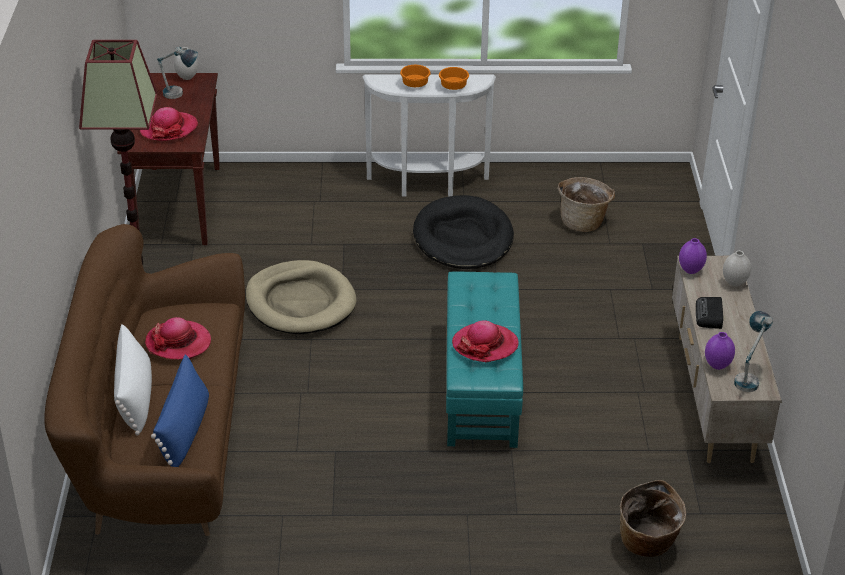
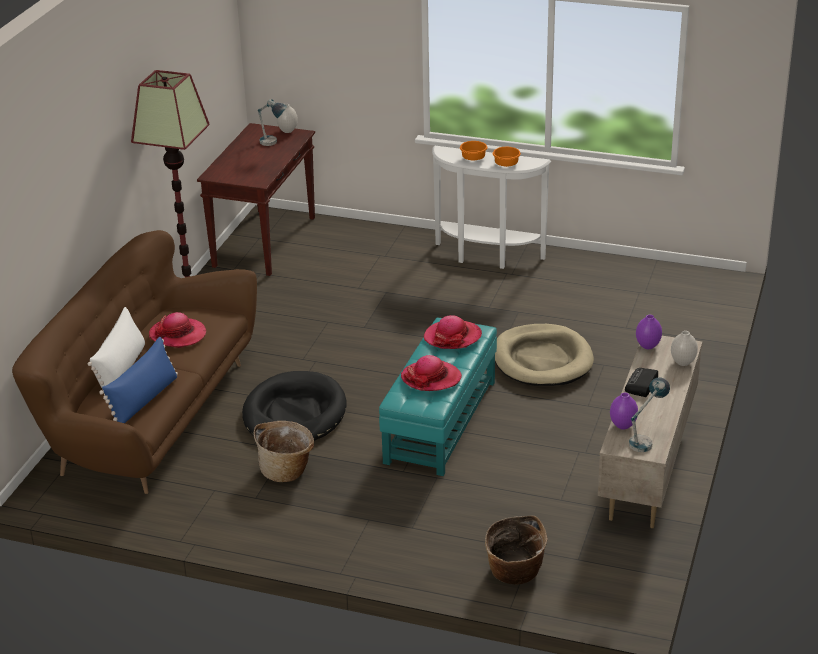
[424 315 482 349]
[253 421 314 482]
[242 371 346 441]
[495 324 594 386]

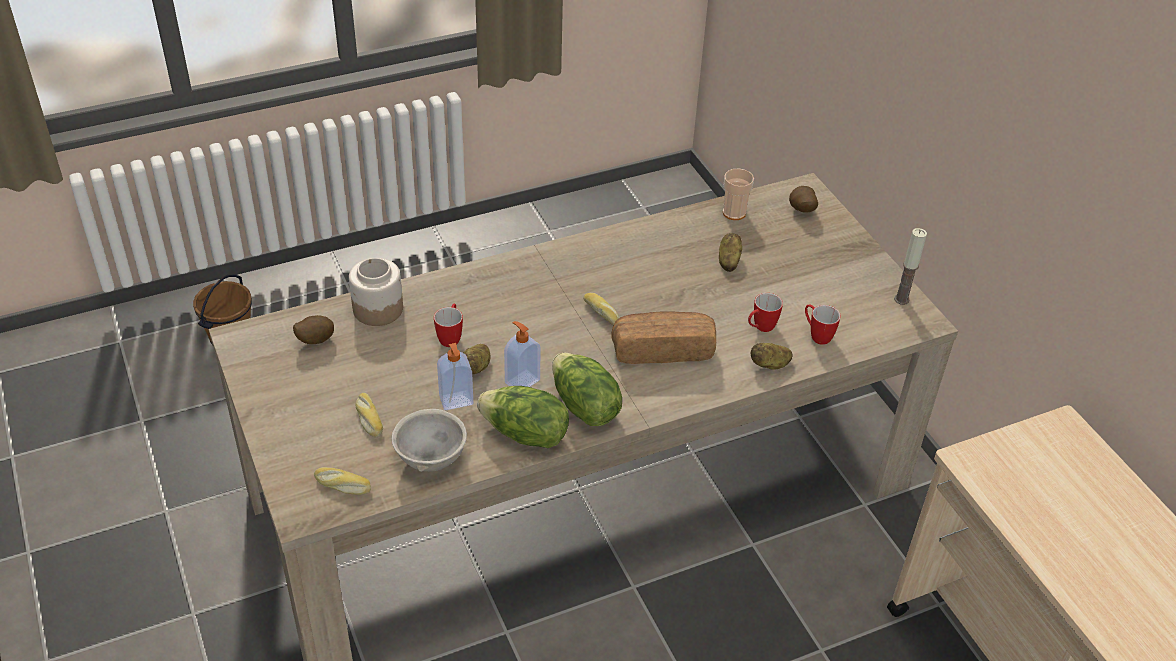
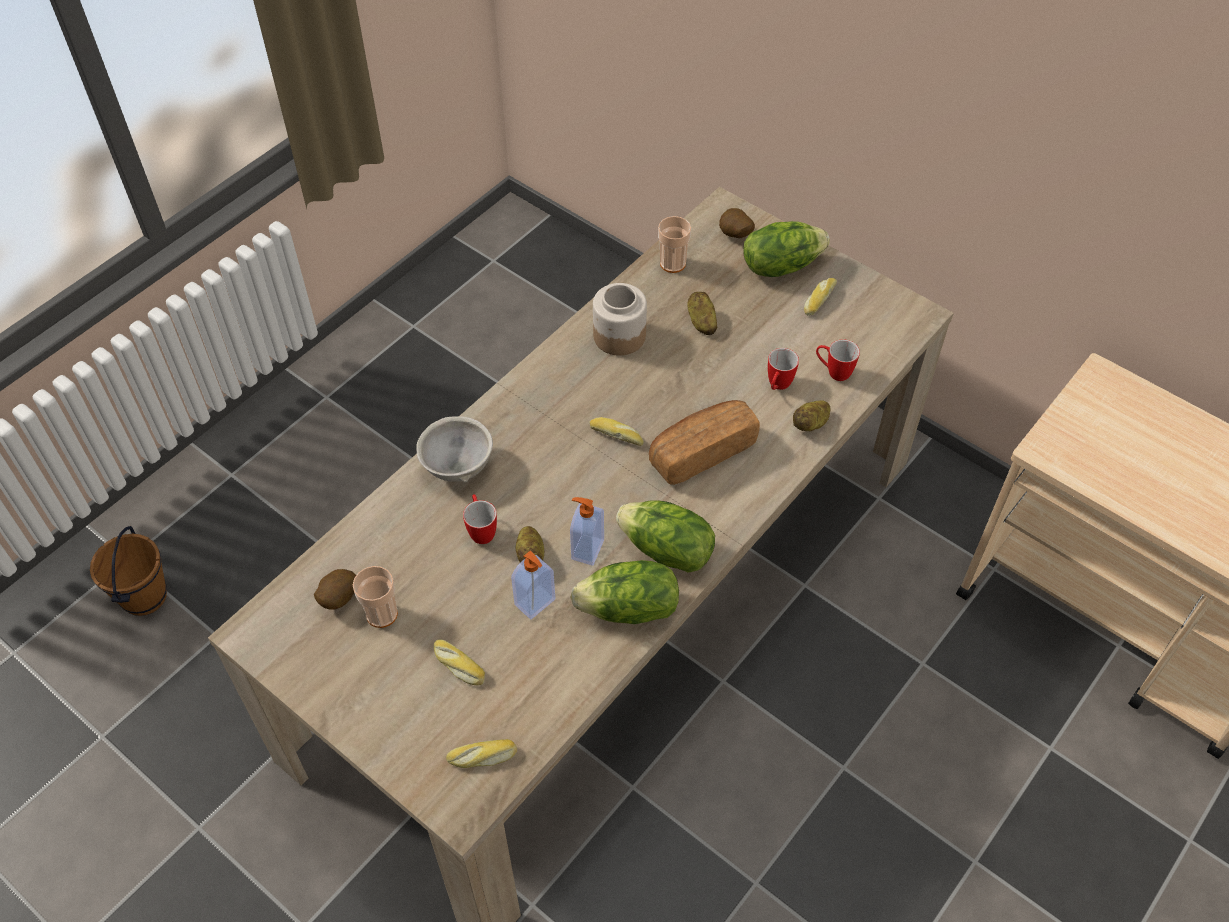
[894 228 927 305] (first image)
[593 283 647 356]
[416 416 493 482]
[743 221 830 277]
[804 278 837 316]
[353 566 398 628]

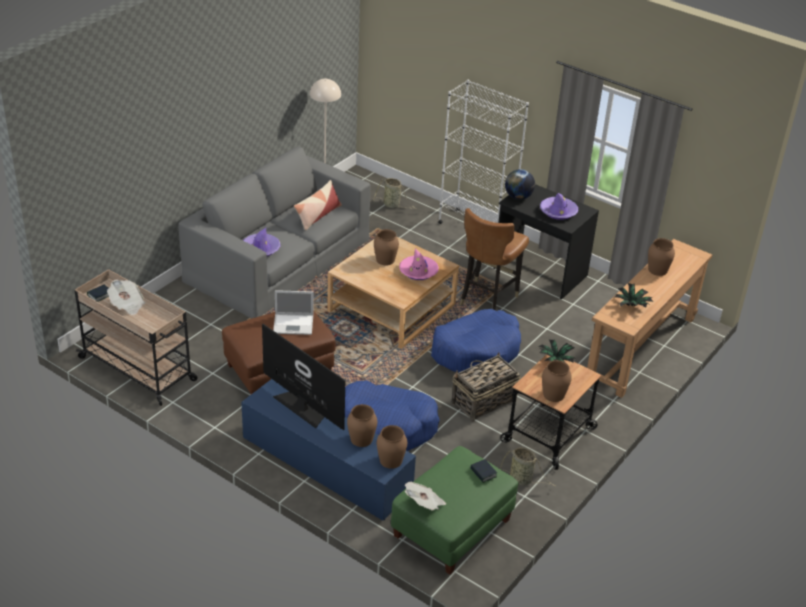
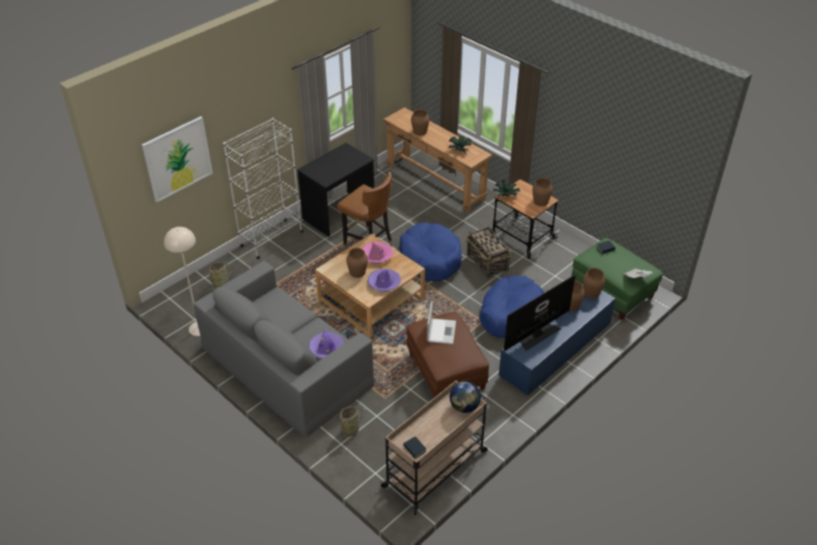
[450 381 481 413]
[294 180 342 230] (first image)
[368 269 401 292]
[107 279 146 315] (first image)
[338 406 366 444]
[142 116 213 202]

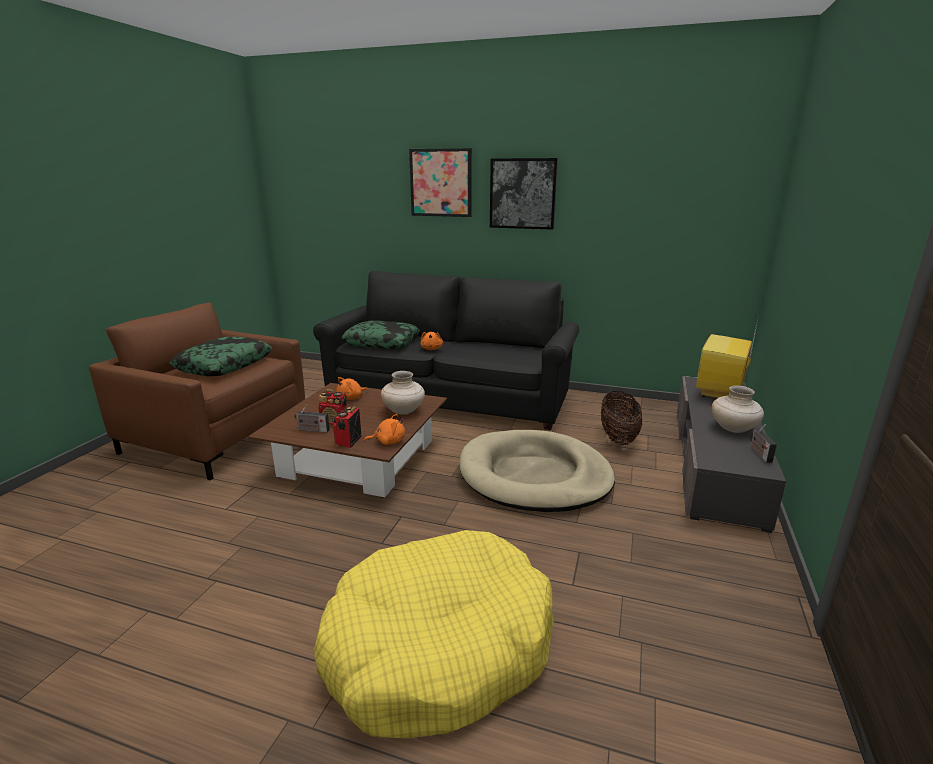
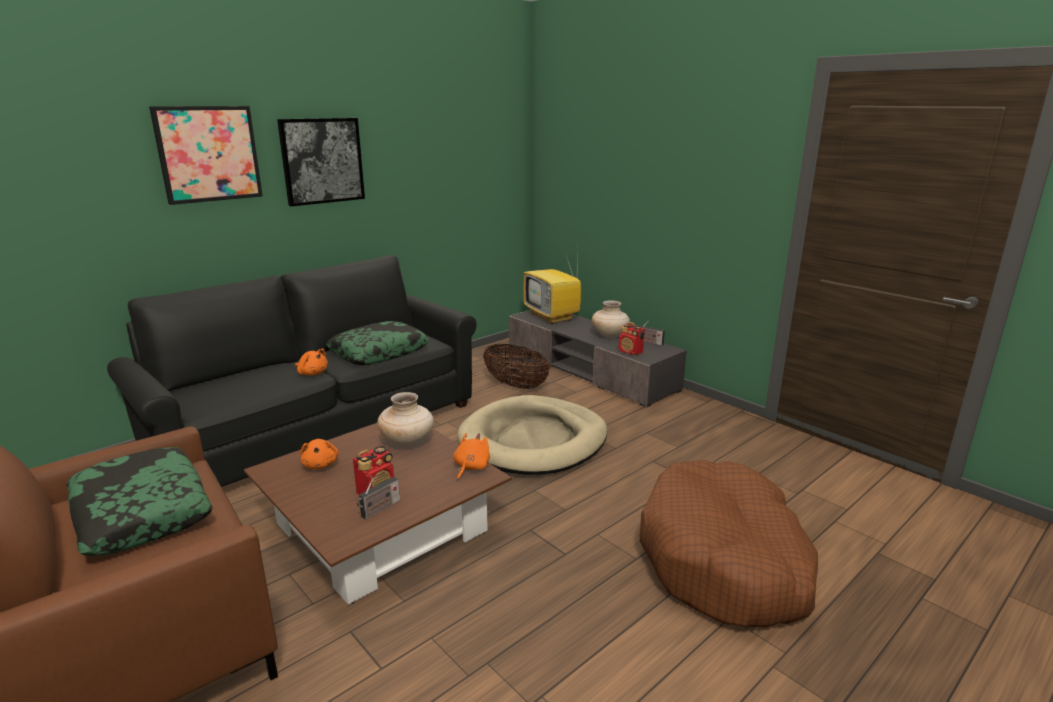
[326 321 429 365]
[619 322 645 355]
[639 460 818 628]

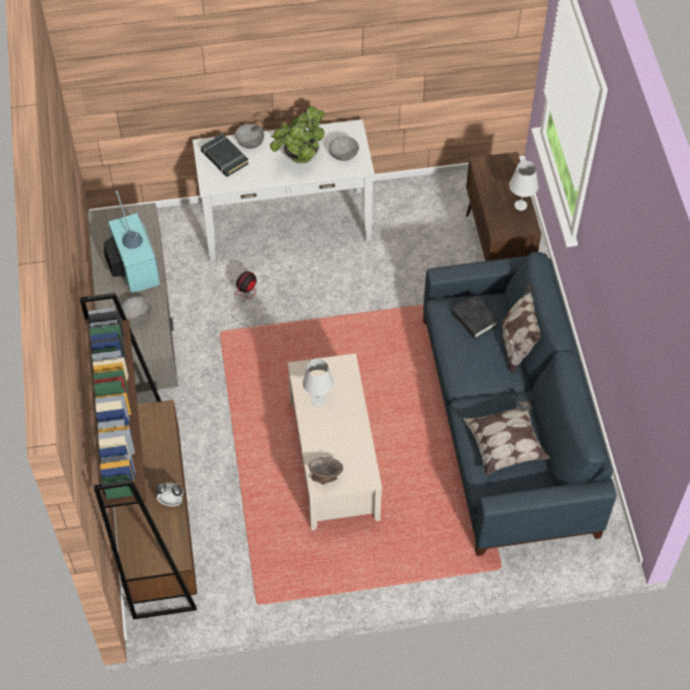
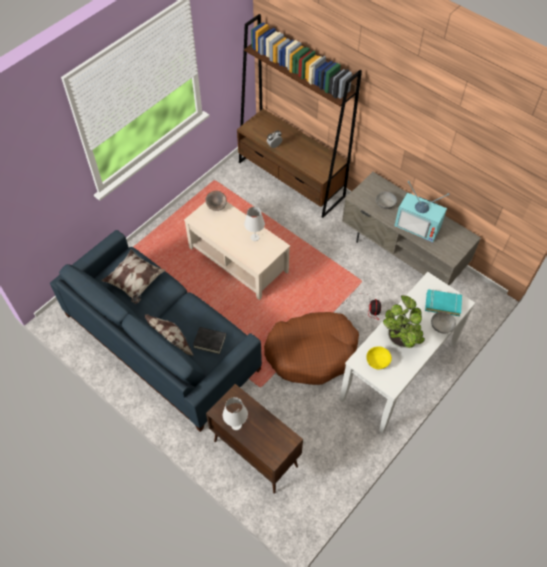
[425 290 462 316]
[366 346 392 370]
[264 312 359 385]

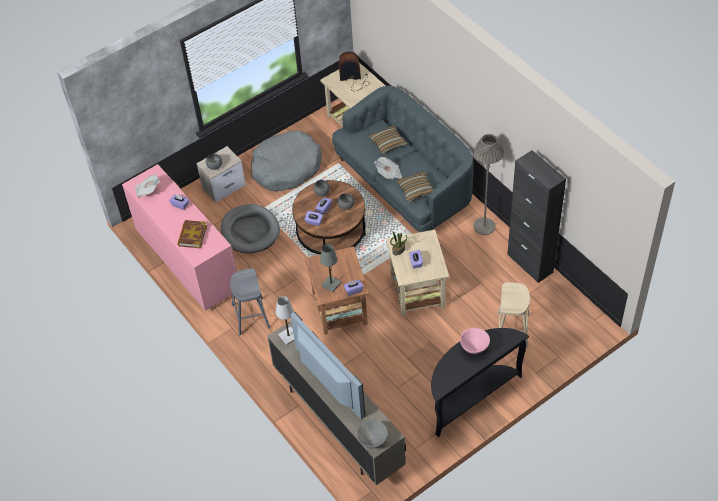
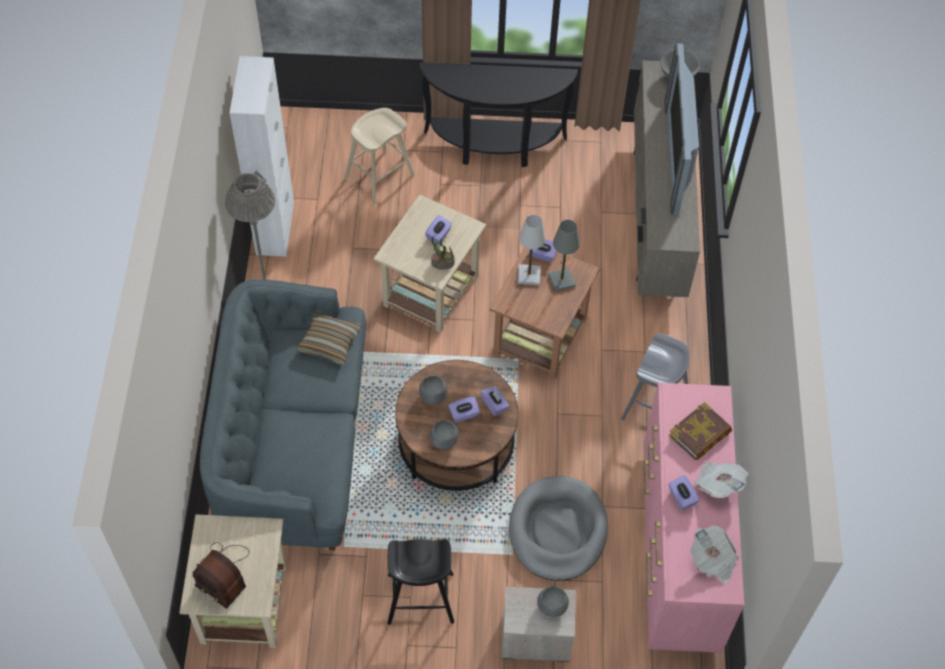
[369 126 408 154] (first image)
[387 539 454 625]
[229 56 294 257]
[694 462 748 498]
[518 215 546 285]
[460 328 490 354] (first image)

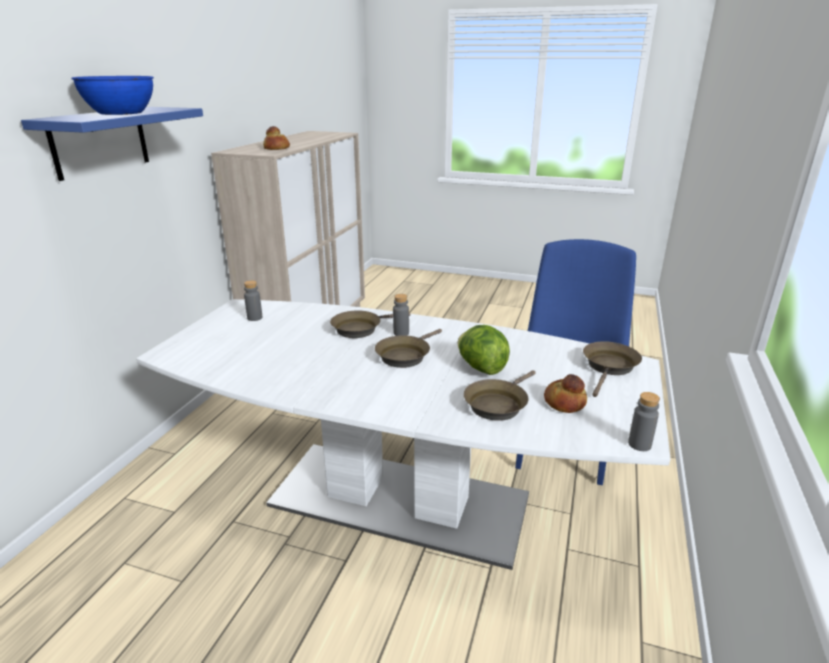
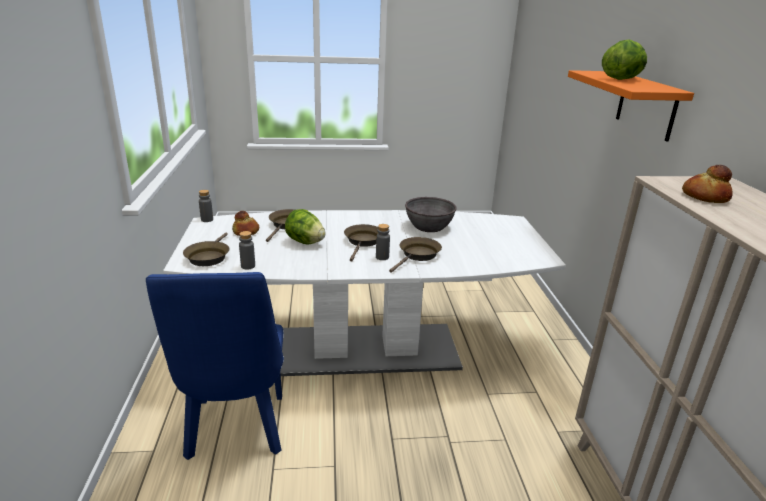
[602 39 647 80]
[568 70 694 142]
[239 231 255 269]
[405 197 457 232]

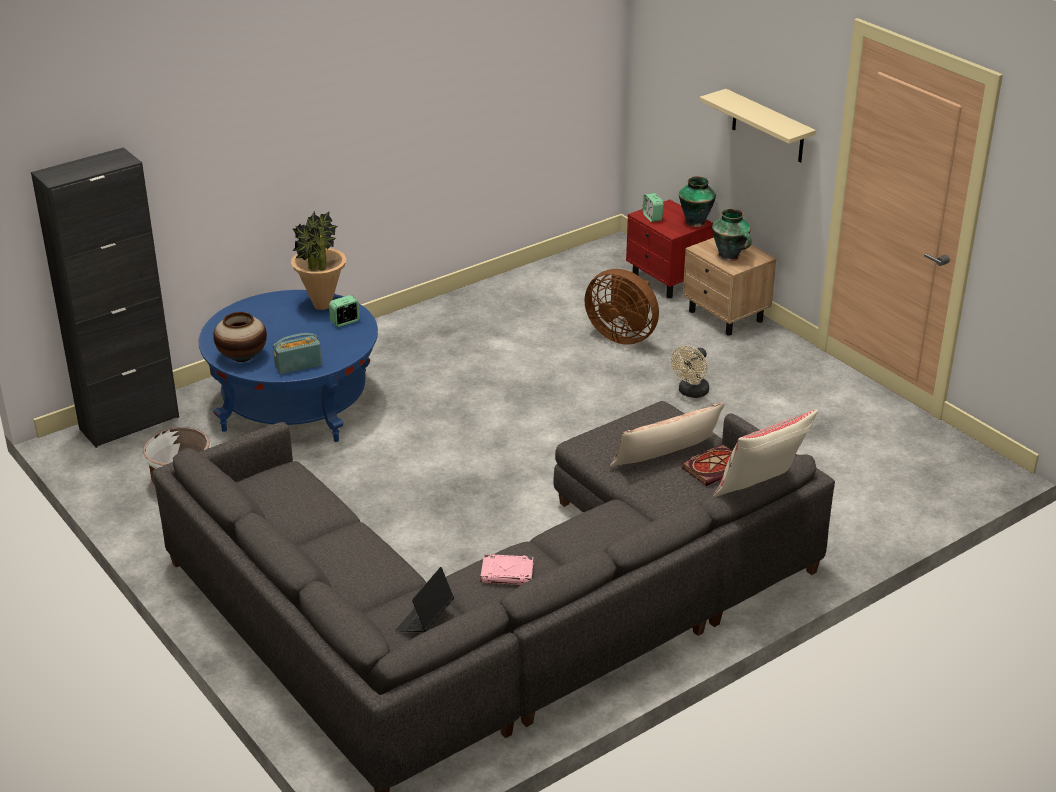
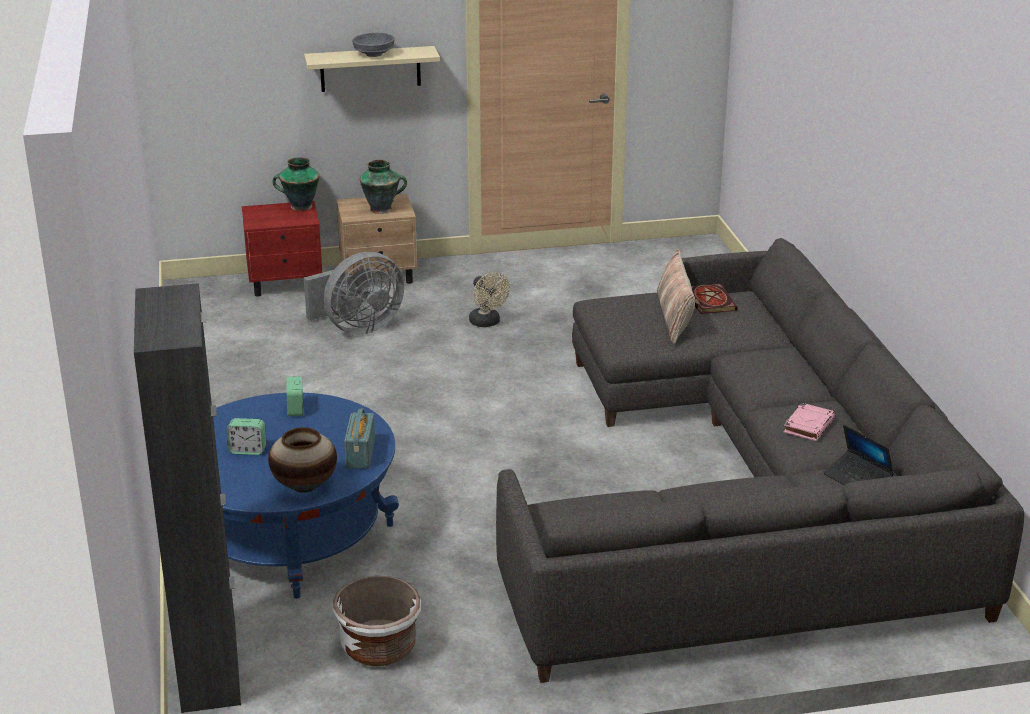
[227 418 266 455]
[291 211 346 310] (first image)
[304 252 404 335]
[713 409 818 497] (first image)
[352 33 395 57]

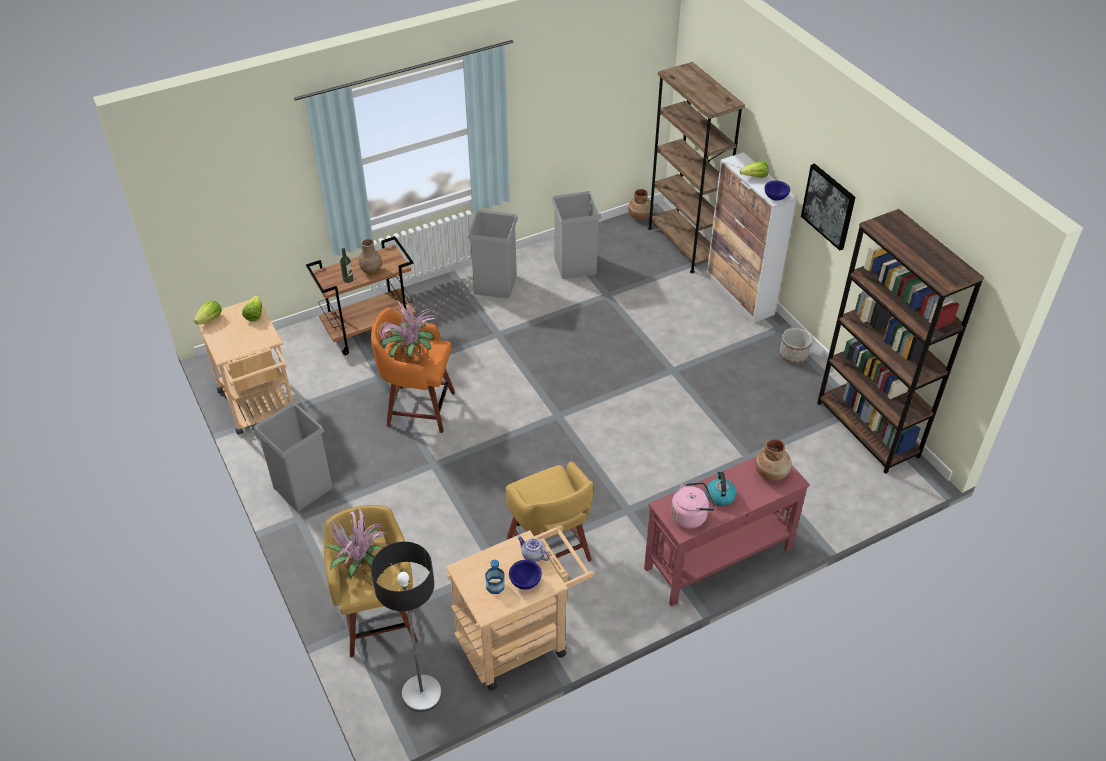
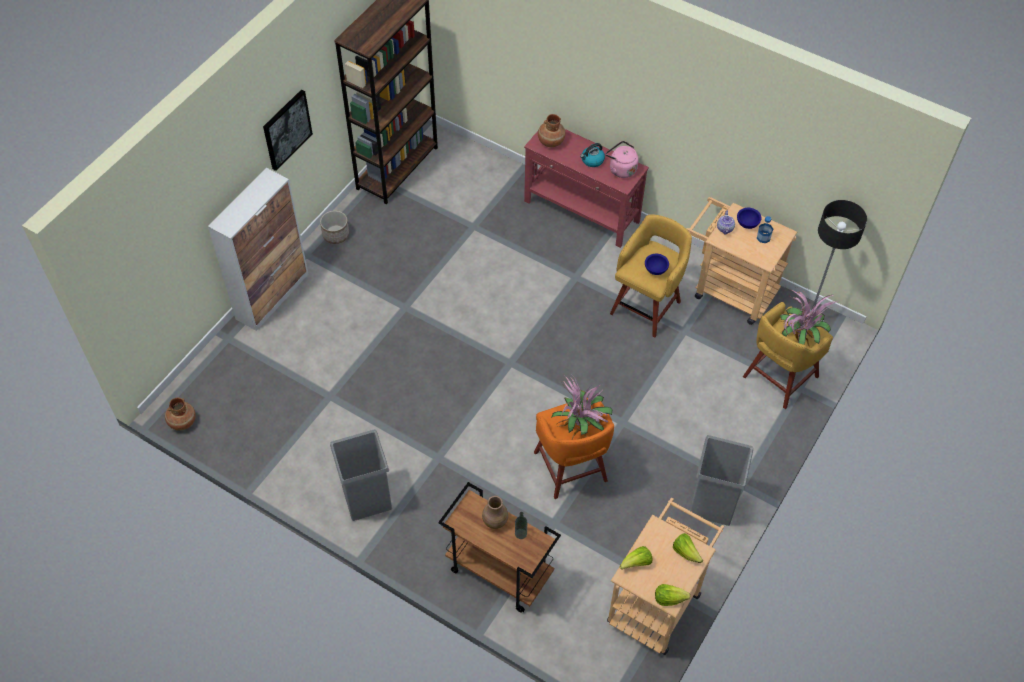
[648 62 745 274] (first image)
[673 533 703 563]
[645 254 669 275]
[552 191 601 279] (first image)

